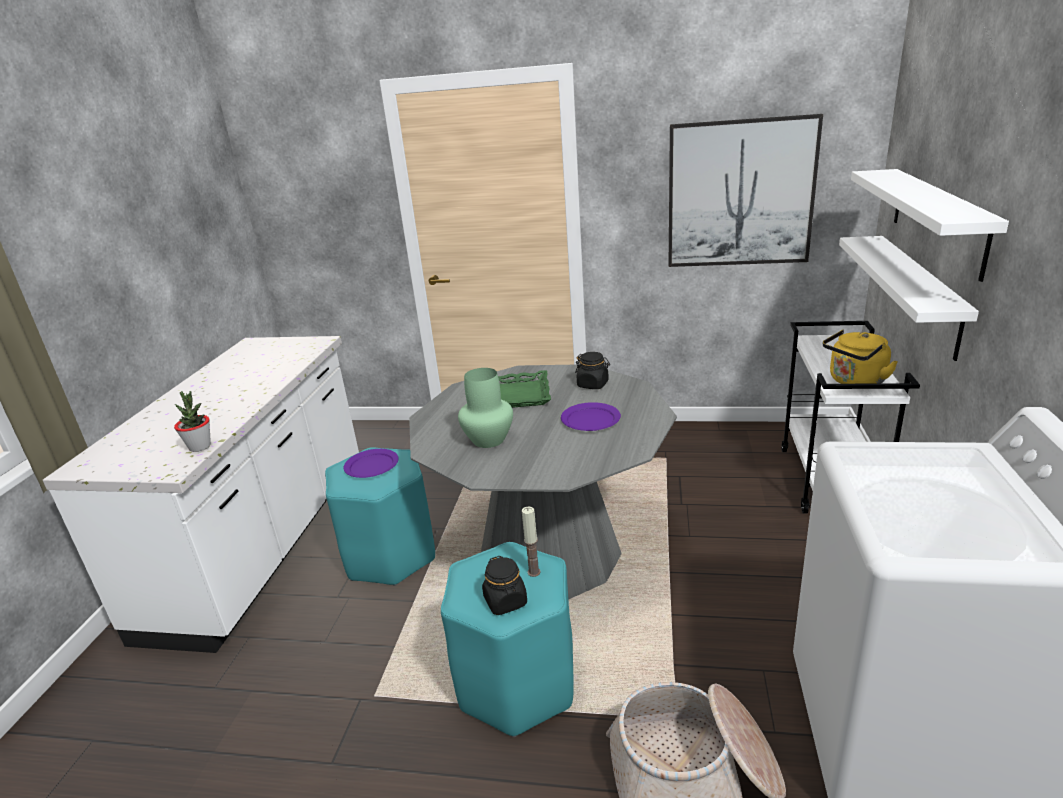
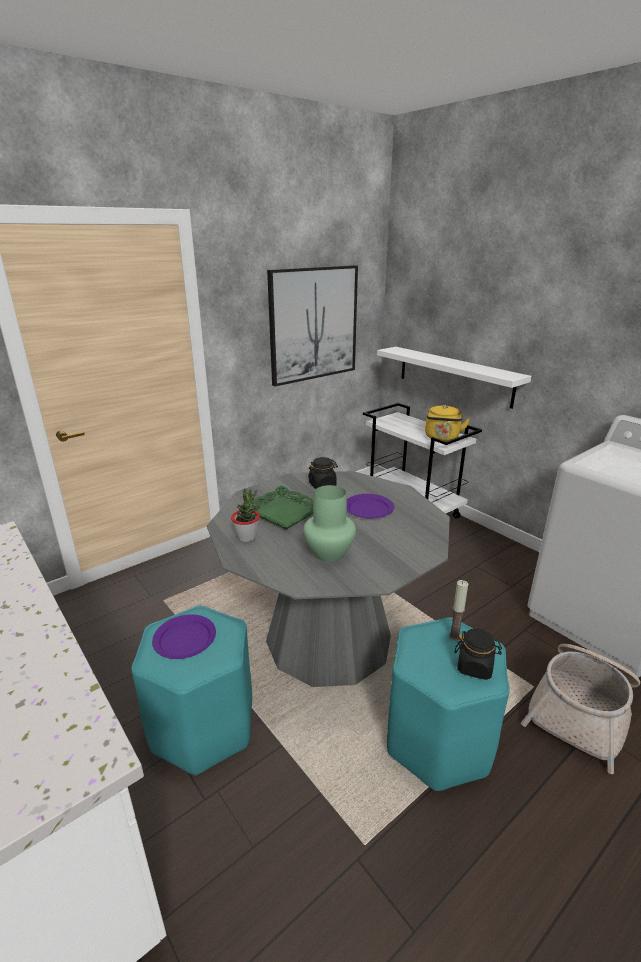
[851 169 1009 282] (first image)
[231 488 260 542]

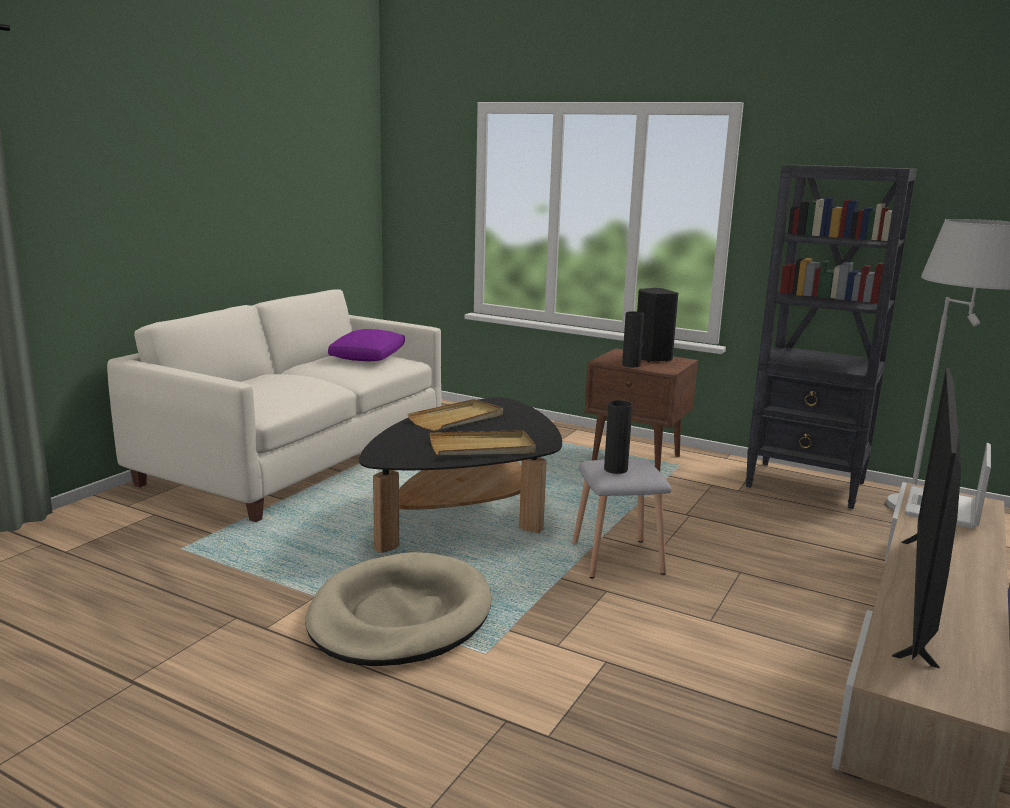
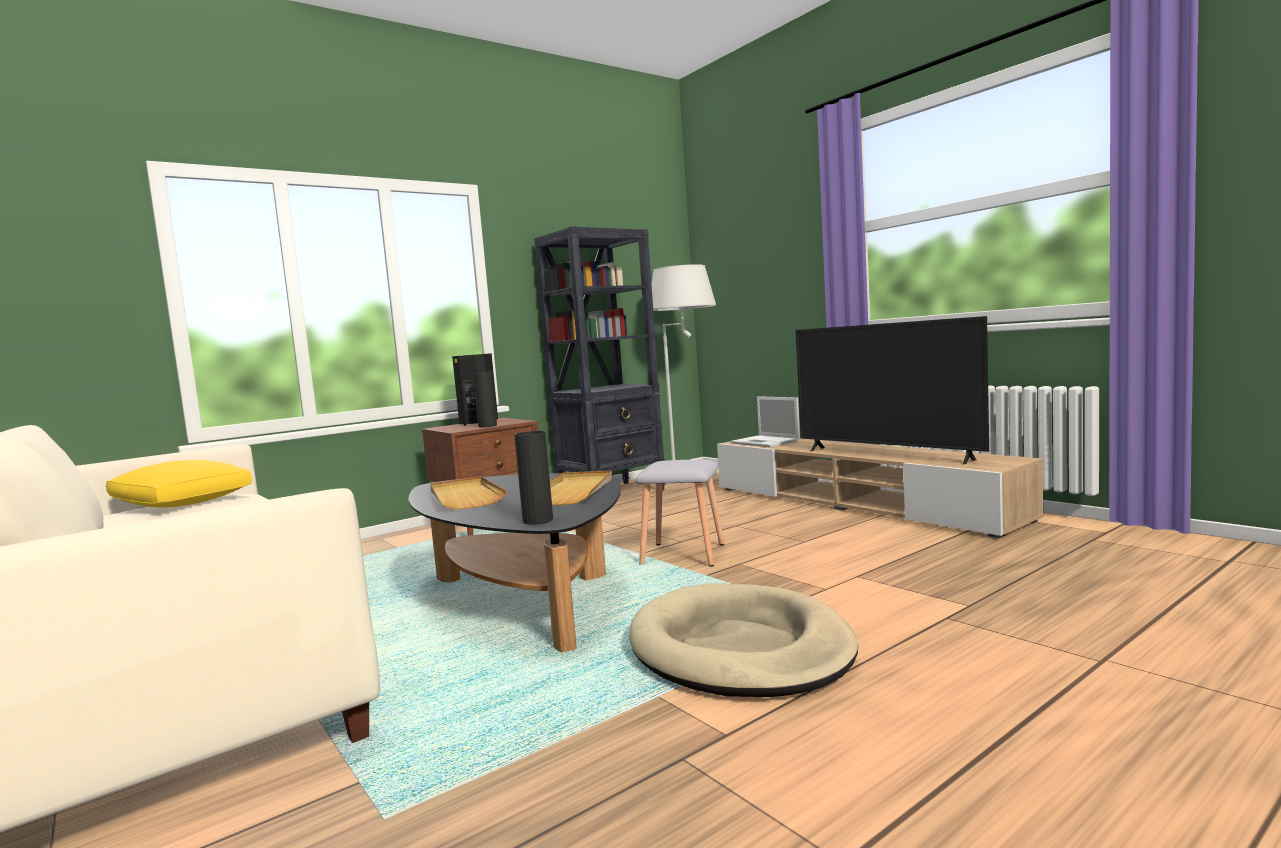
[106 460 252 507]
[514 431 553 525]

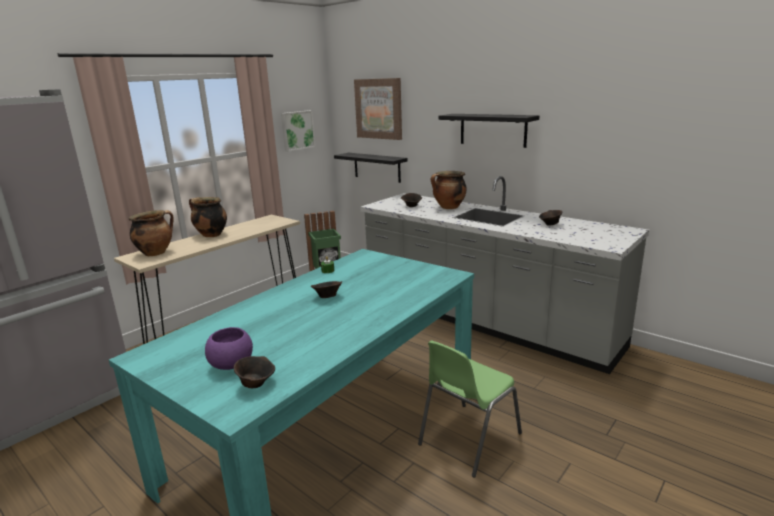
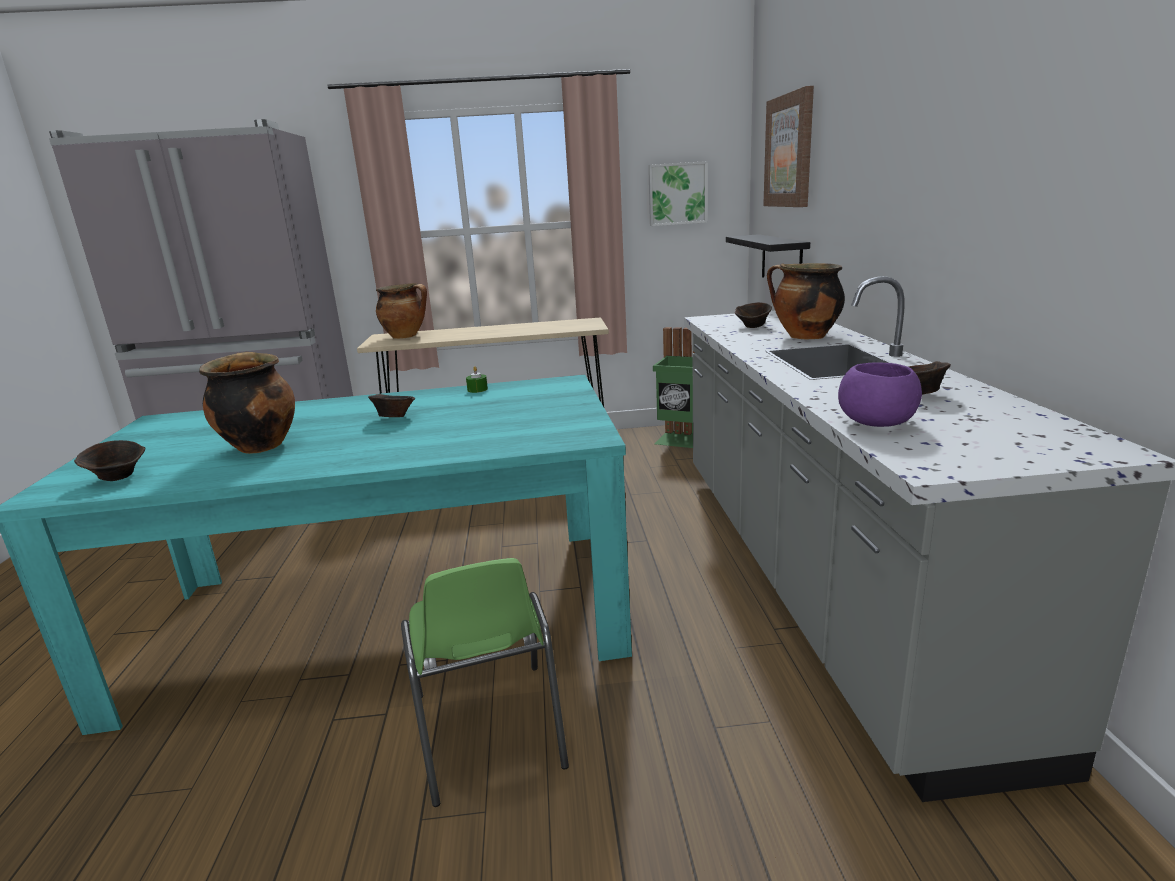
[439 114 539 148] (first image)
[199 352 295 454]
[838 363 922 427]
[401 558 569 807]

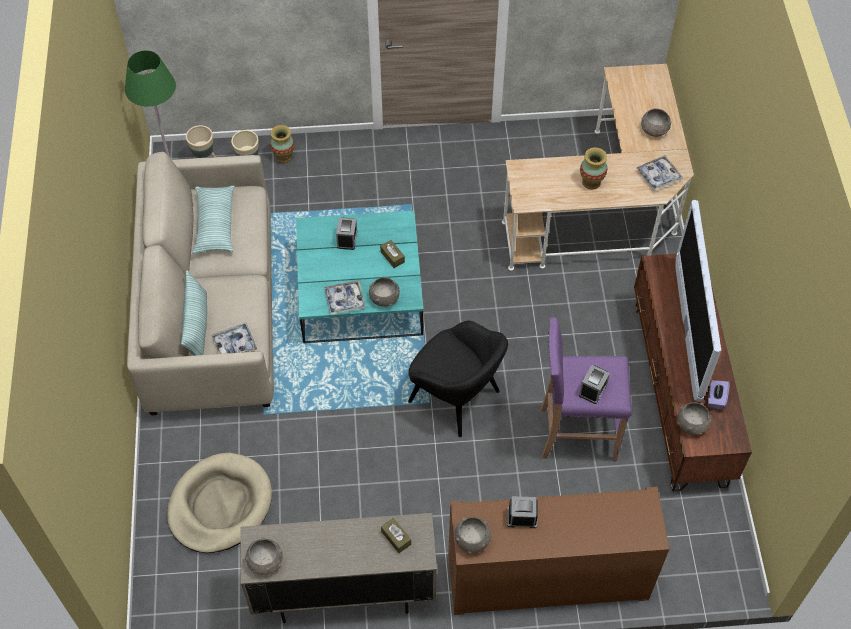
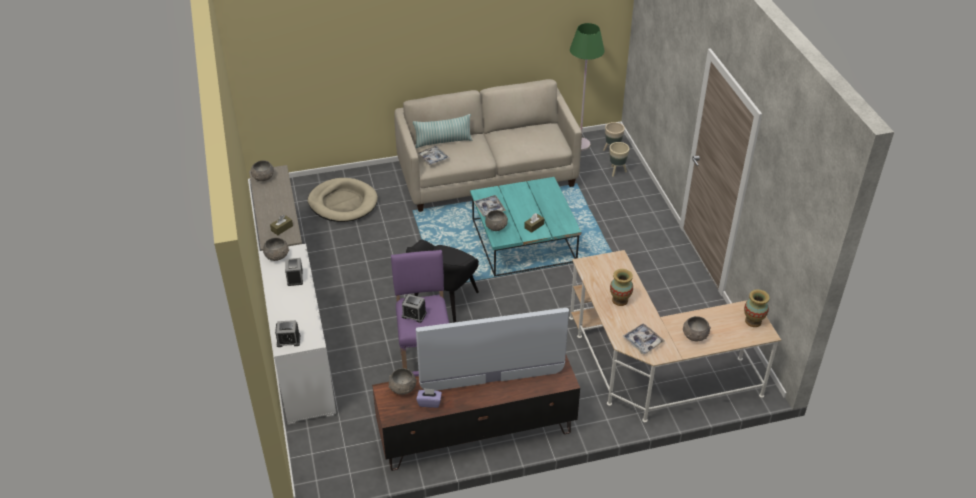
[744 289 769 327]
[193 185 234 254] (first image)
[275 320 300 347]
[259 244 336 425]

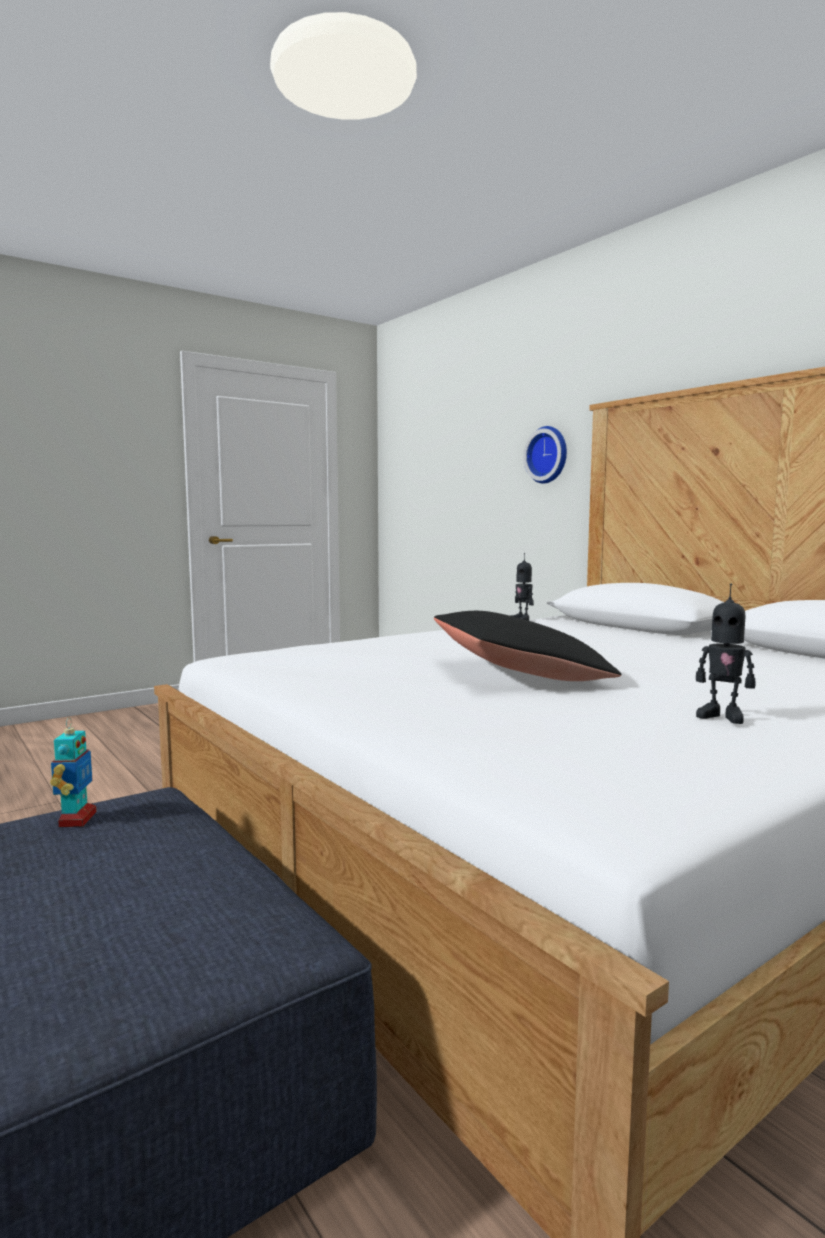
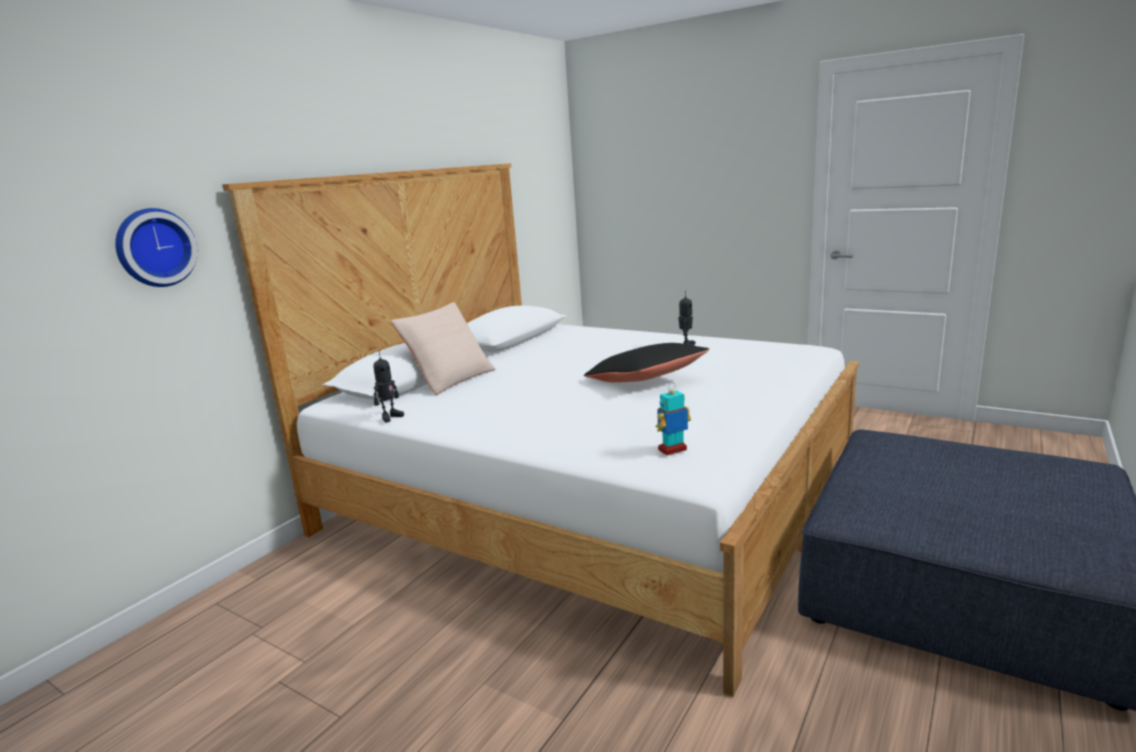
[656 383 691 455]
[391 302 495 395]

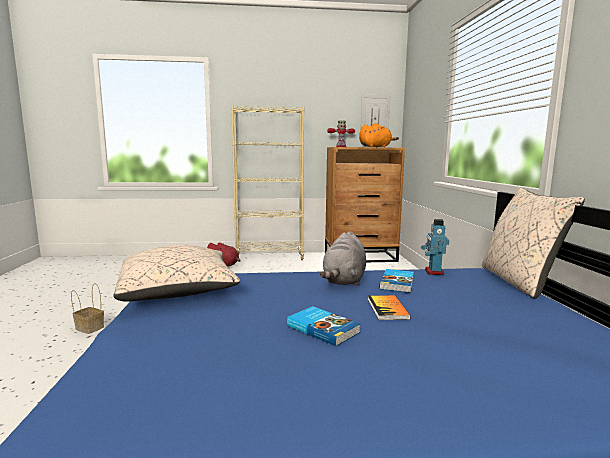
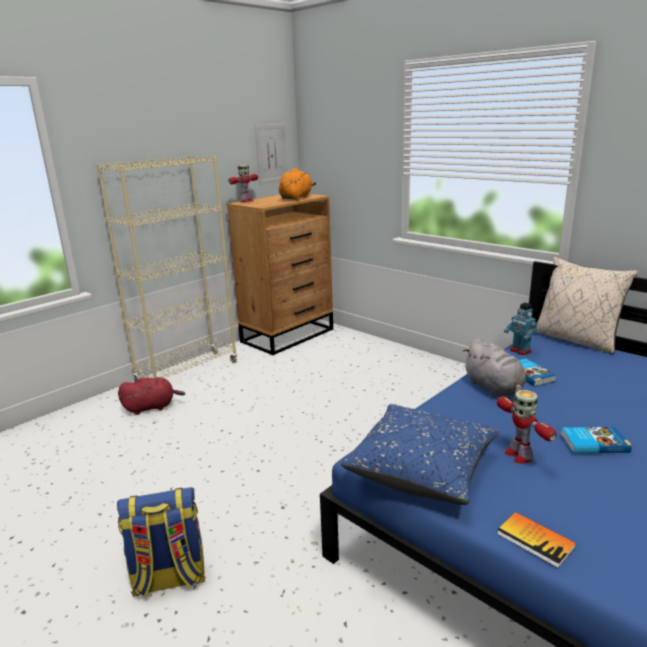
[341 404 499 505]
[117 487 206 598]
[497 512 576 568]
[497 390 557 463]

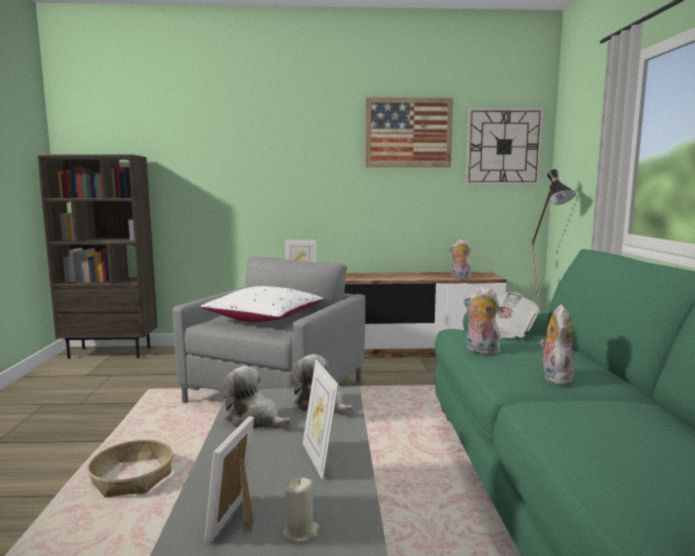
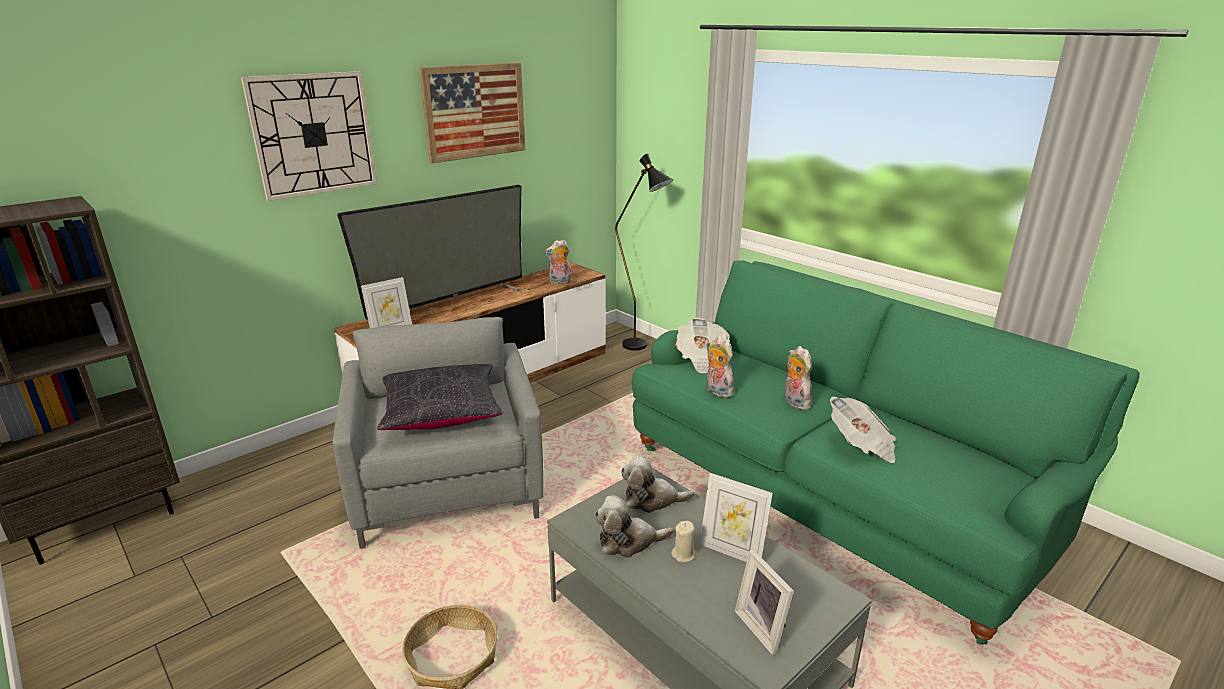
[241 71 377 201]
[377 364 503 430]
[707 336 734 398]
[671 521 696 562]
[337 185 522 320]
[830 396 896 463]

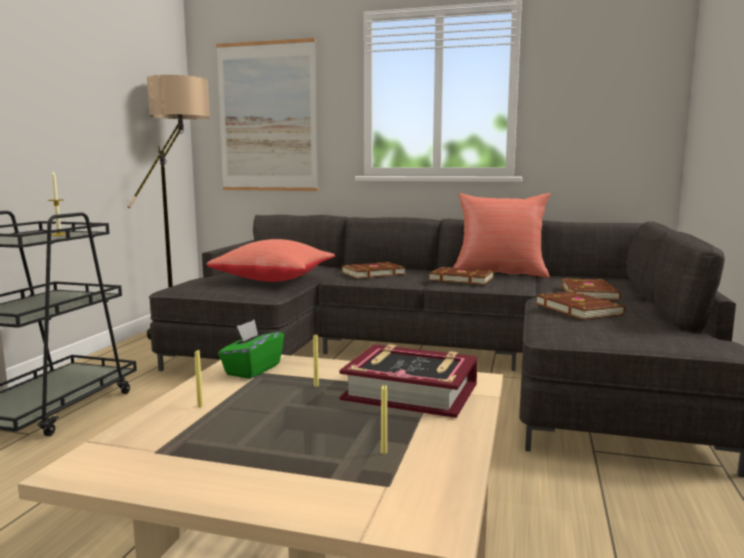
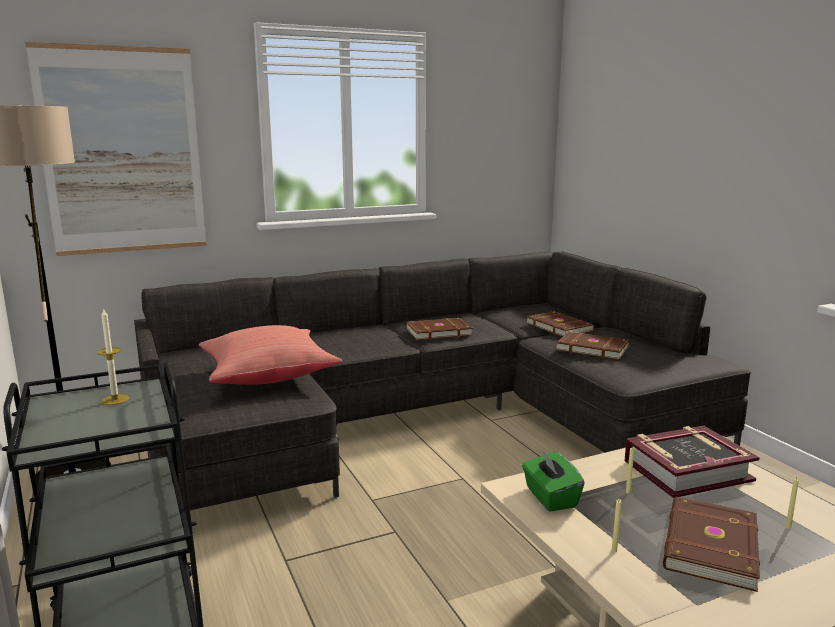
[453 193 551 278] (first image)
[663 497 760 592]

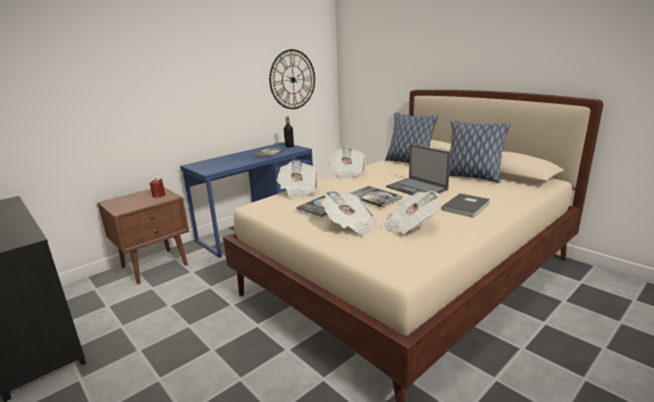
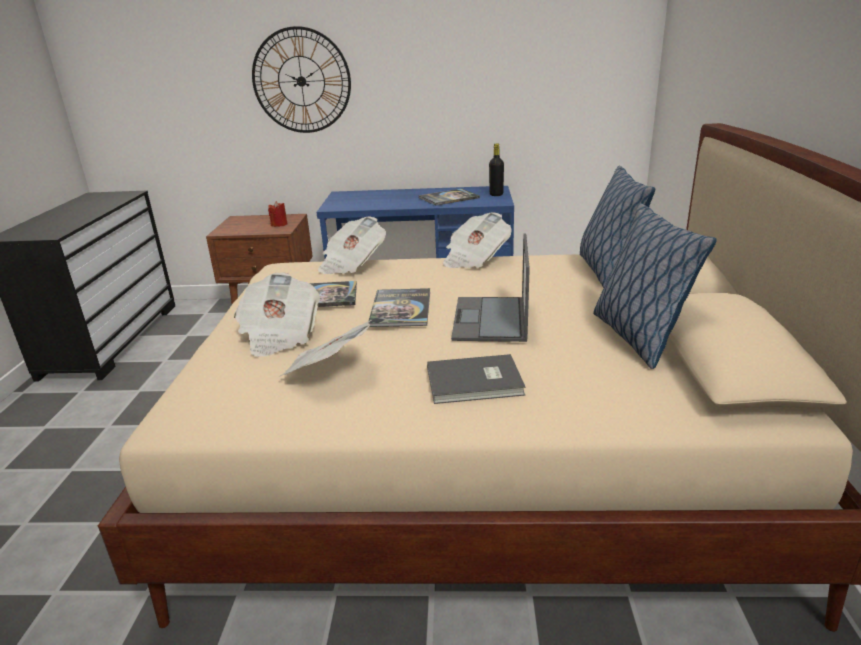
[252 26 351 133]

